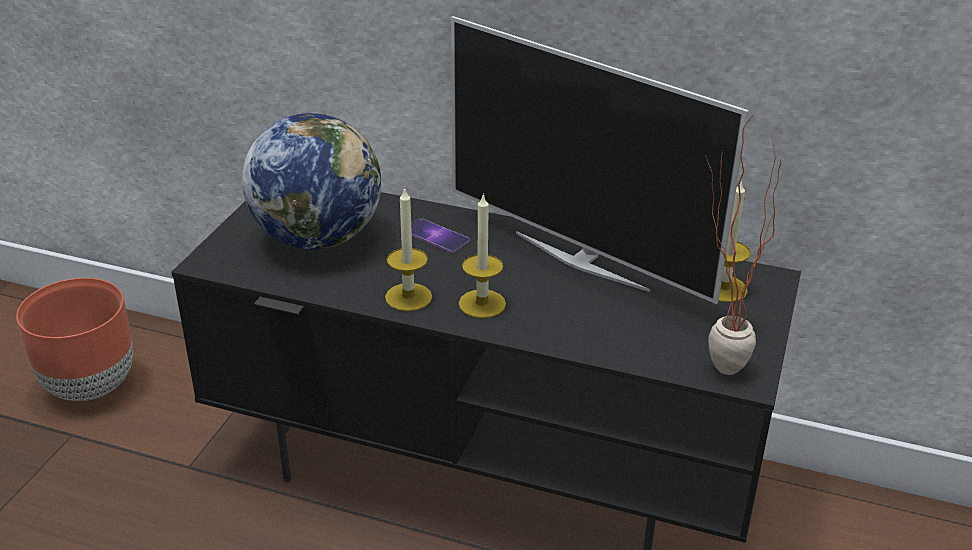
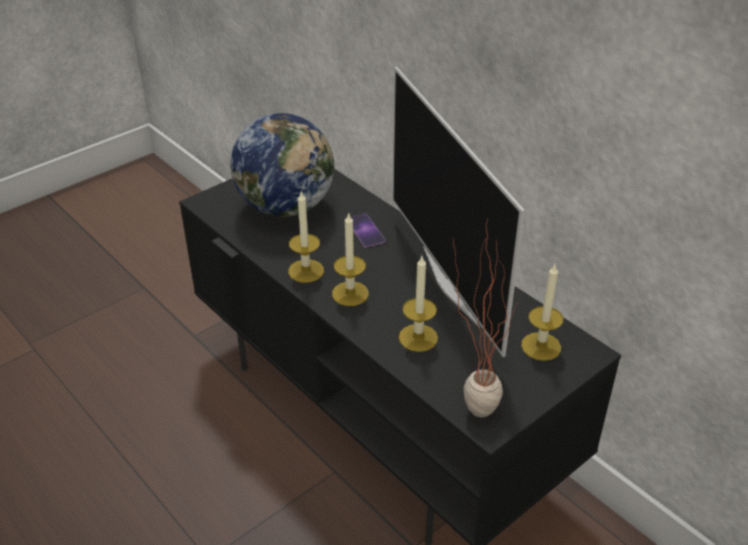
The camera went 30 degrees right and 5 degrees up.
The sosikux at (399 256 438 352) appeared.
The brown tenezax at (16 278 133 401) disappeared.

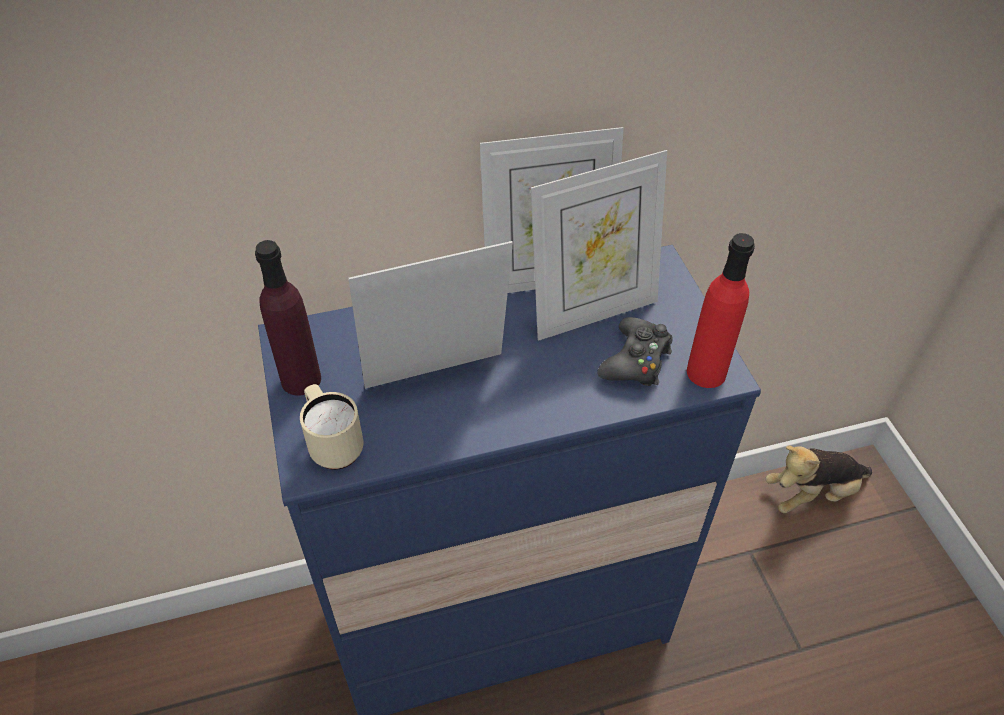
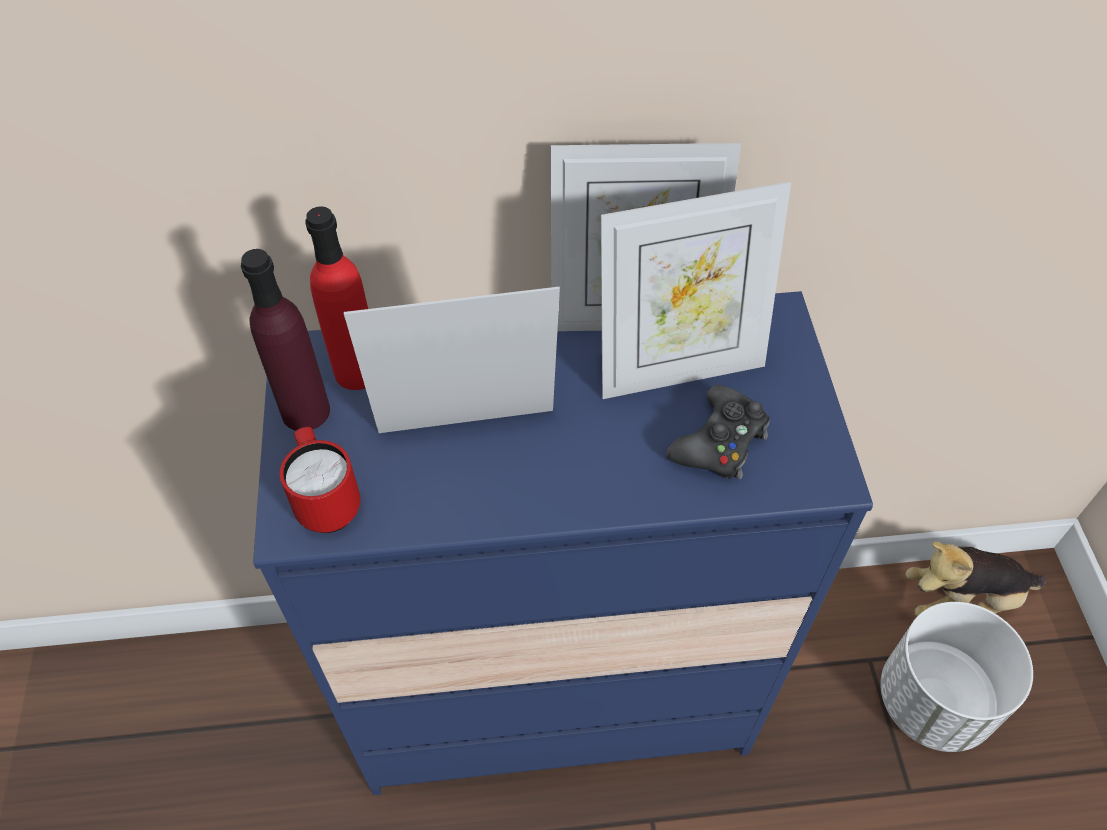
The camera went 10 degrees right and 5 degrees up.
The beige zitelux at (300 384 364 470) became the red zitelux at (279 427 360 533).
The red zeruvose moved from (687 233 755 388) to (305 206 368 390).
The white tenezax at (881 602 1033 752) appeared.

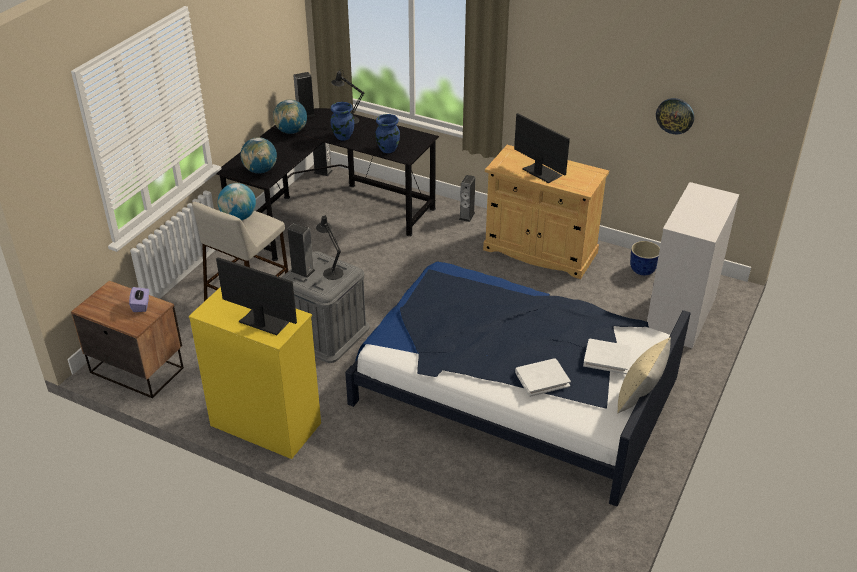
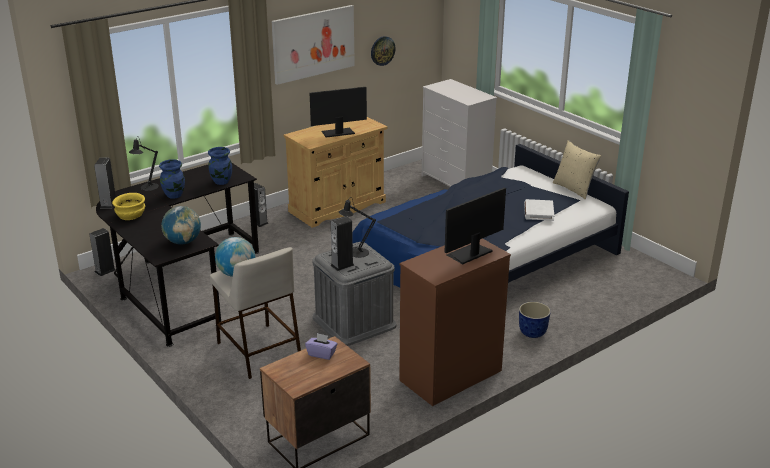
The camera went 65 degrees left and 10 degrees down.
The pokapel at (273 100 307 134) was replaced by the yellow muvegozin at (112 193 146 220).
The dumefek at (272 5 355 85) appeared.
The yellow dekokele at (189 287 321 459) became the brown dekokele at (399 238 511 406).
The tenezax moved from (630 241 660 275) to (519 302 551 338).
The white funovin at (583 339 631 374) disappeared.

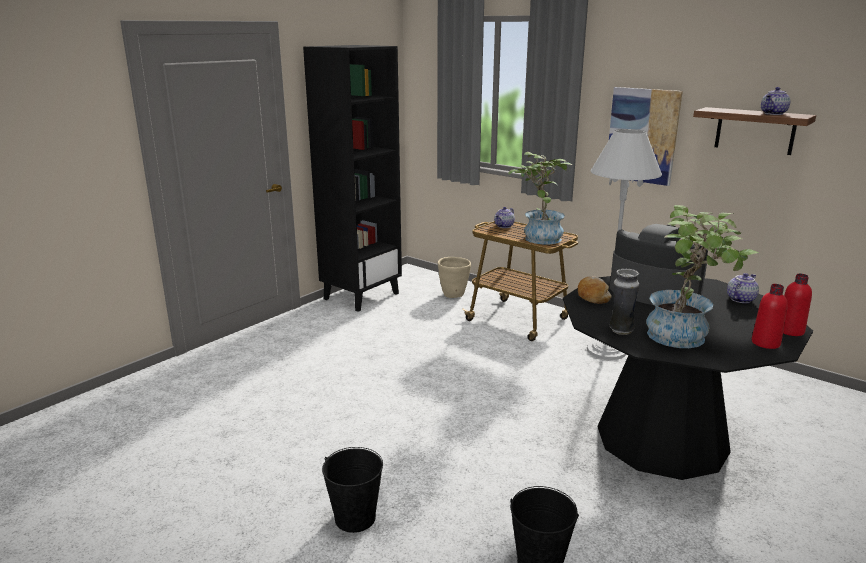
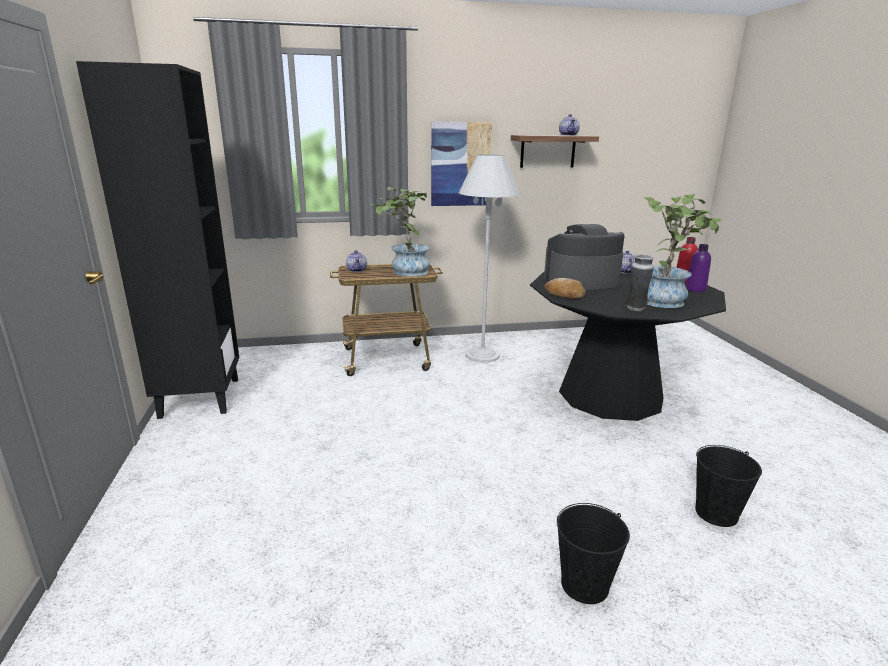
The camera went 50 degrees left and 0 degrees up.
The red zeruvose at (752 284 788 349) became the purple zeruvose at (686 244 711 292).
The beige tenezax at (438 257 471 298) disappeared.

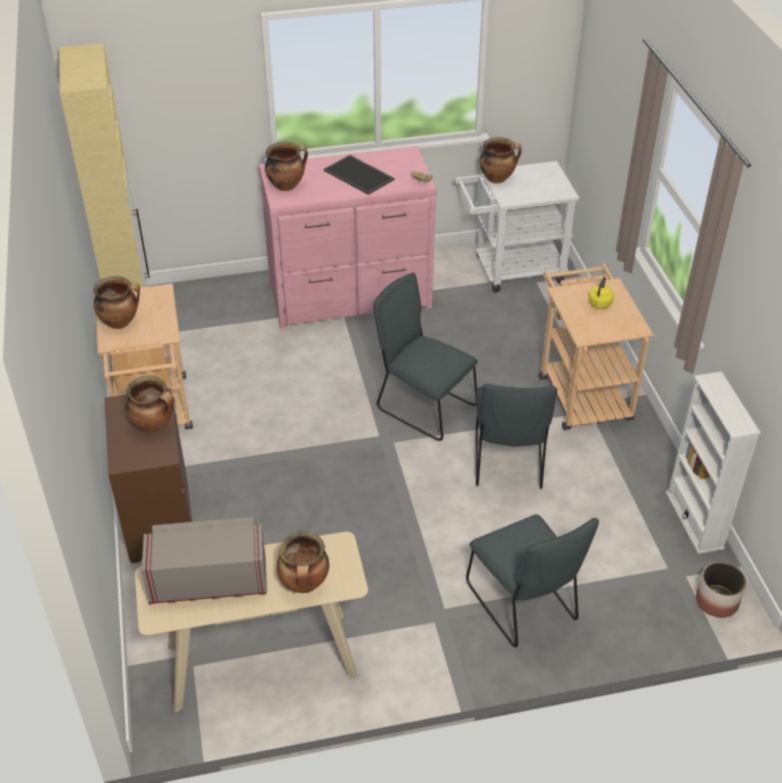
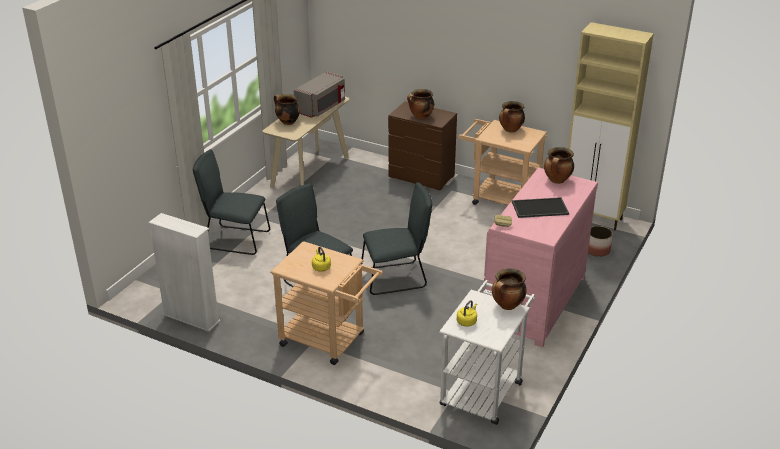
The camera went 130 degrees right and 10 degrees down.
The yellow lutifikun at (457 300 477 327) appeared.
The tenezax moved from (696 562 746 618) to (588 226 613 257).

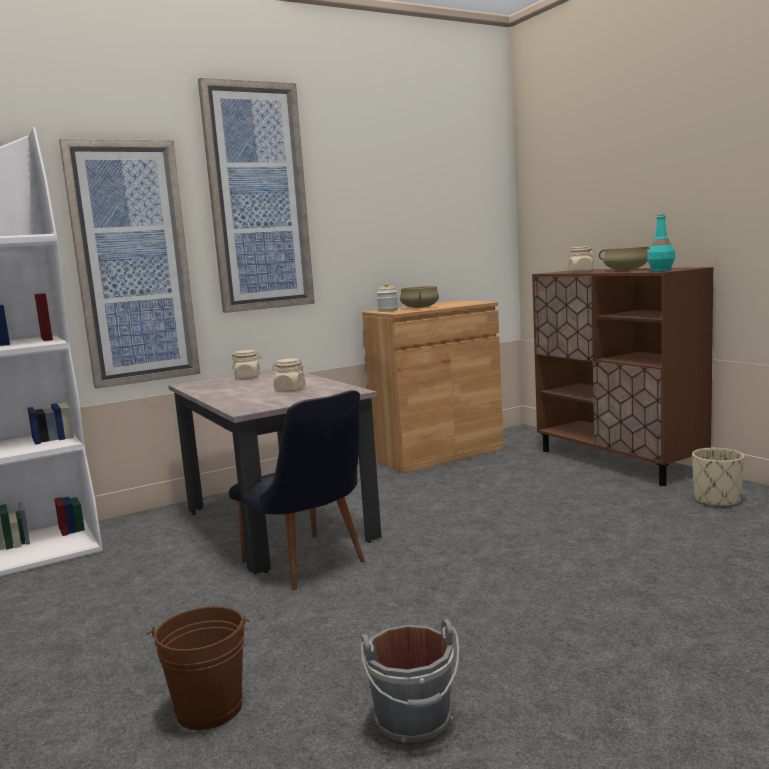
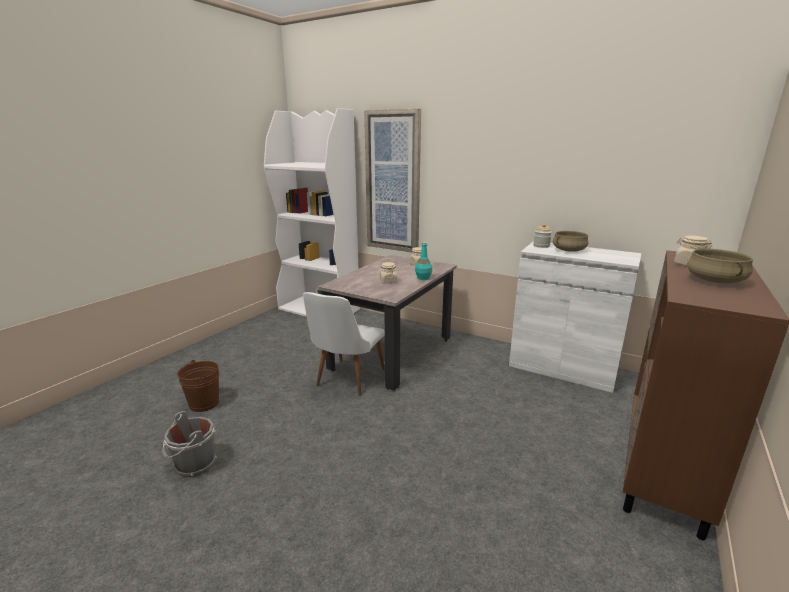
The camera went 60 degrees right and 10 degrees up.
The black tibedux at (229 390 365 590) became the white tibedux at (303 292 385 396).
The turquoise zeruvose moved from (647 214 675 271) to (415 242 432 280).
The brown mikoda at (362 301 504 473) became the white mikoda at (509 241 642 393).
The dumefek at (198 78 315 313) disappeared.
The beige tenezax at (692 448 744 507) disappeared.

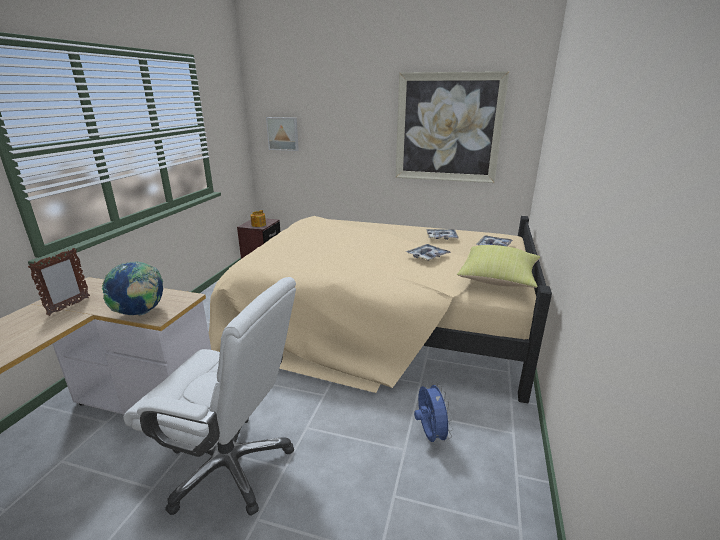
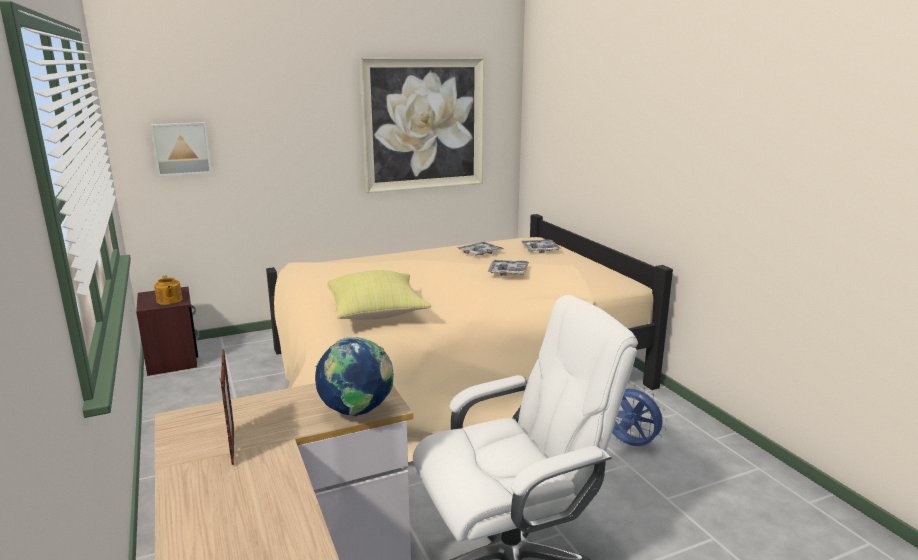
The camera went 40 degrees left and 5 degrees down.
The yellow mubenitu moved from (457 245 540 288) to (327 270 431 320).

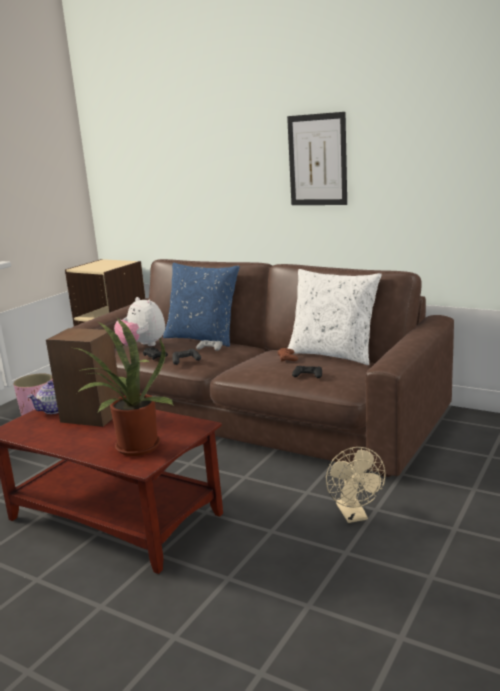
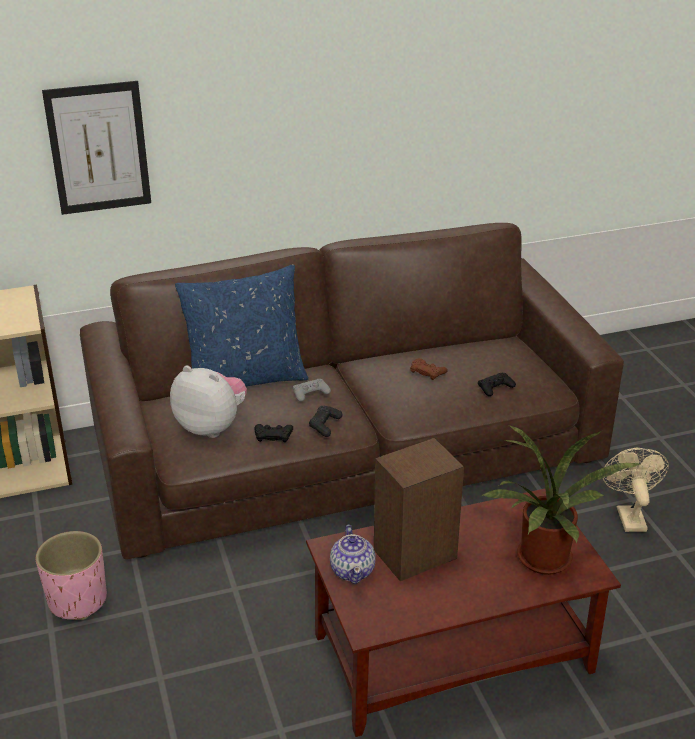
The camera went 50 degrees left and 15 degrees up.
The dumefek moved from (287 112 347 205) to (42 81 151 215).
The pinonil at (114 297 165 346) turned 150 degrees counterclockwise.
The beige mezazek at (326 447 386 523) turned 120 degrees counterclockwise.
The white mubenitu at (287 269 382 365) disappeared.

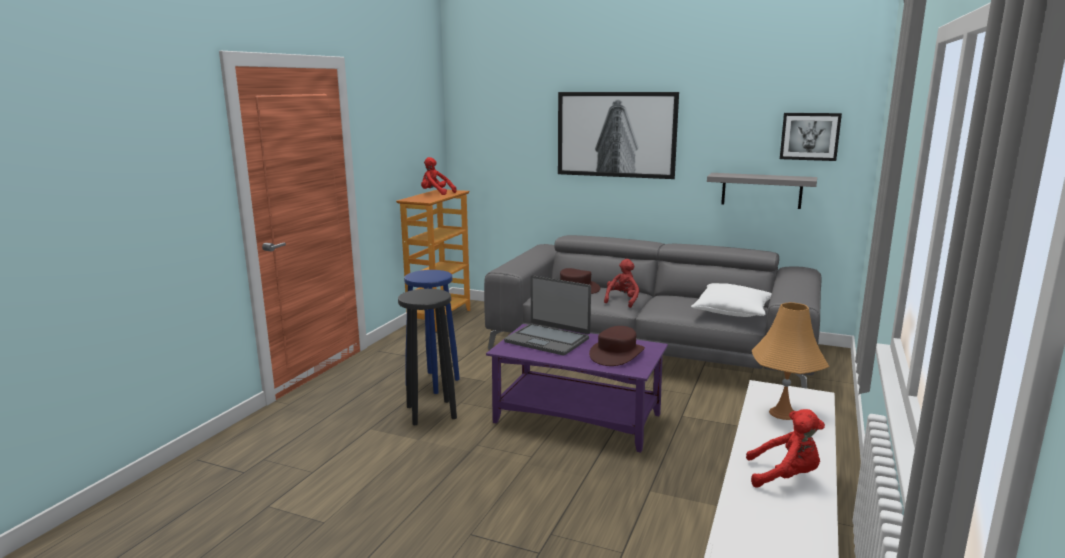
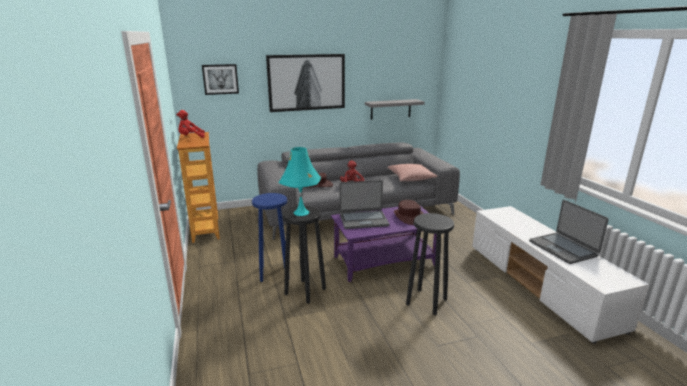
The camera went 40 degrees left and 5 degrees up.
The dumefek moved from (780 113 842 161) to (202 64 239 95).
The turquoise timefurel at (279 147 321 216) appeared.
The white mubenitu at (691 283 772 317) became the pink mubenitu at (387 164 438 181).
The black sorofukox at (406 213 454 315) appeared.
The red pinonil at (746 409 825 488) was replaced by the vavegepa at (529 200 609 264).
The orange timefurel at (752 302 829 420) disappeared.

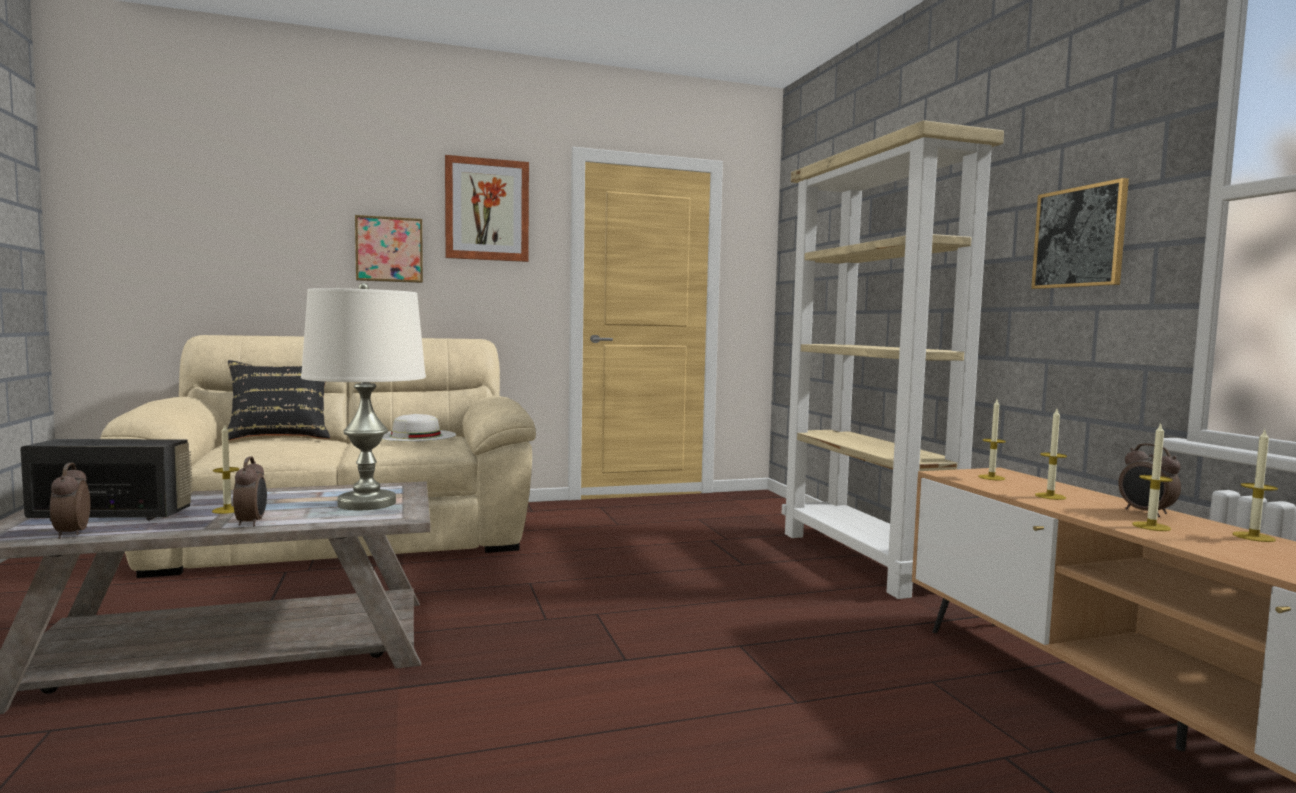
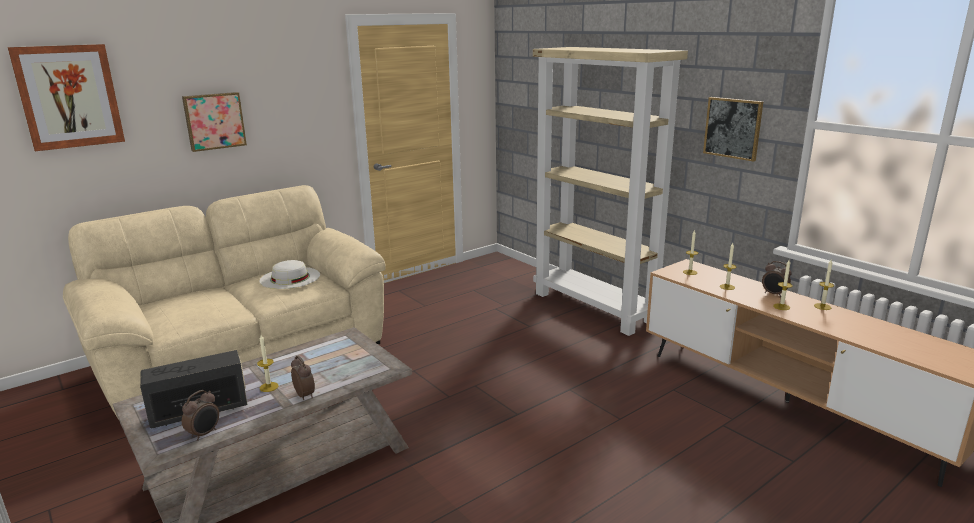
The camera went 20 degrees left and 15 degrees up.
The dumefek moved from (445 155 529 262) to (8 44 125 151).
The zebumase at (50 463 91 539) turned 105 degrees counterclockwise.
The black mubenitu at (228 360 331 440) disappeared.
The white timefurel at (301 283 426 510) disappeared.

